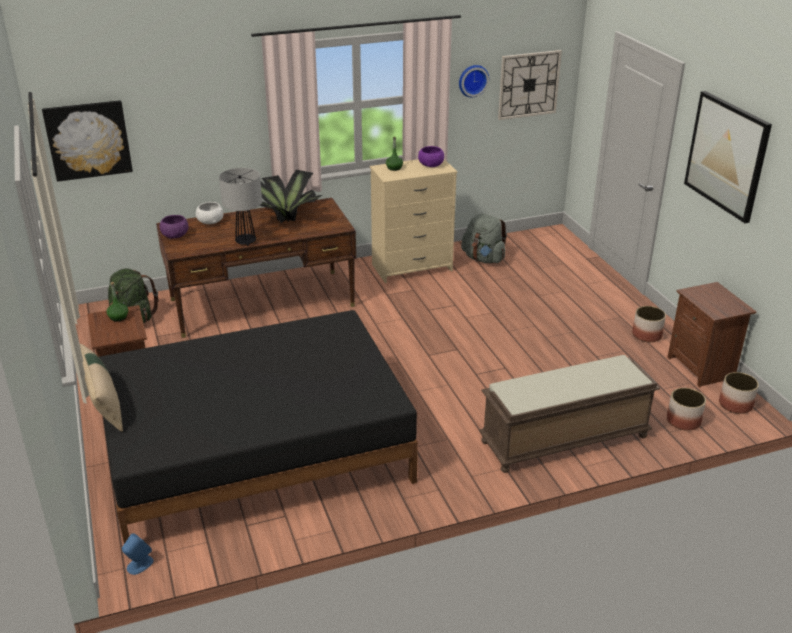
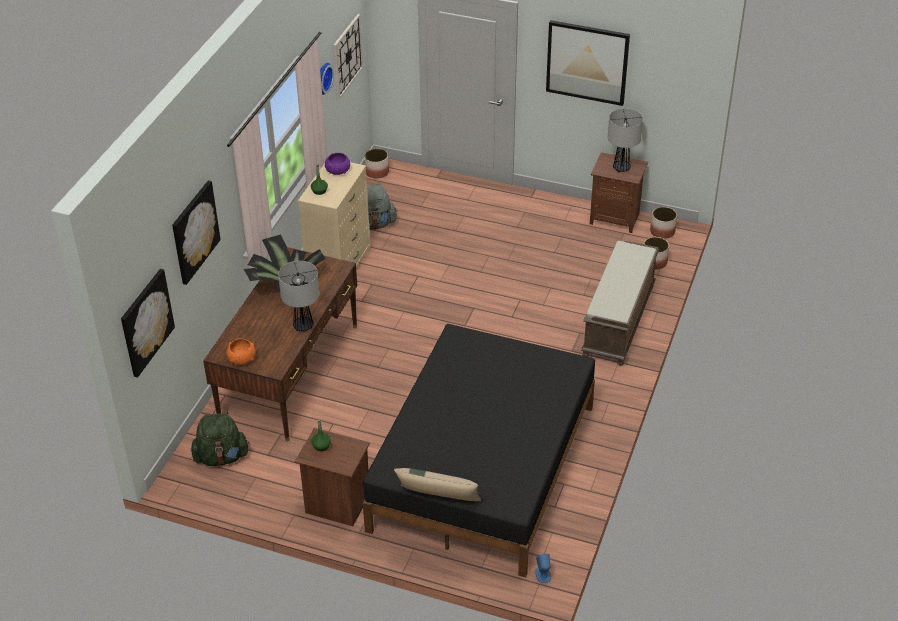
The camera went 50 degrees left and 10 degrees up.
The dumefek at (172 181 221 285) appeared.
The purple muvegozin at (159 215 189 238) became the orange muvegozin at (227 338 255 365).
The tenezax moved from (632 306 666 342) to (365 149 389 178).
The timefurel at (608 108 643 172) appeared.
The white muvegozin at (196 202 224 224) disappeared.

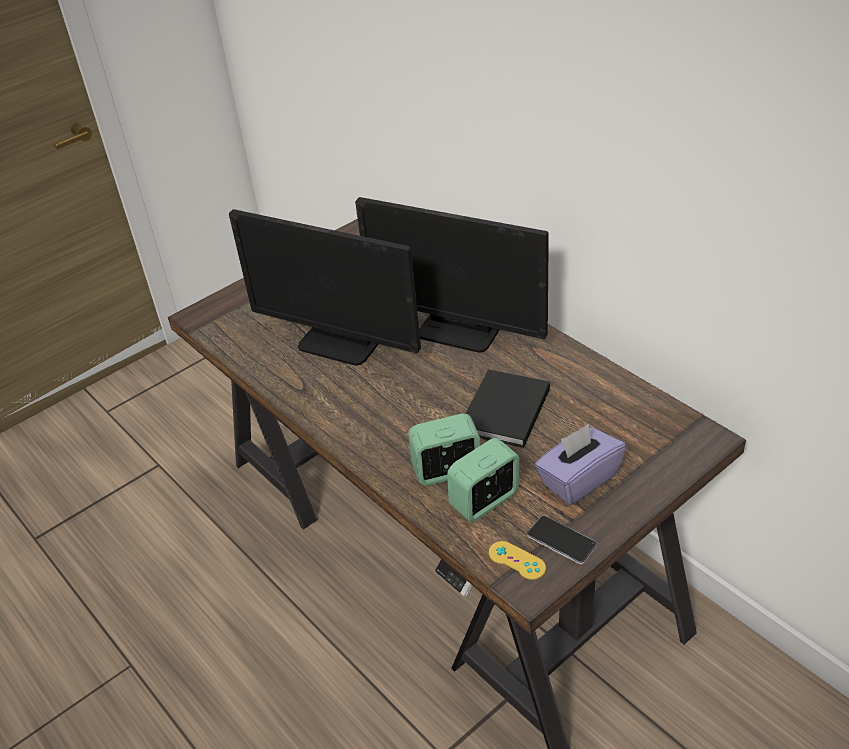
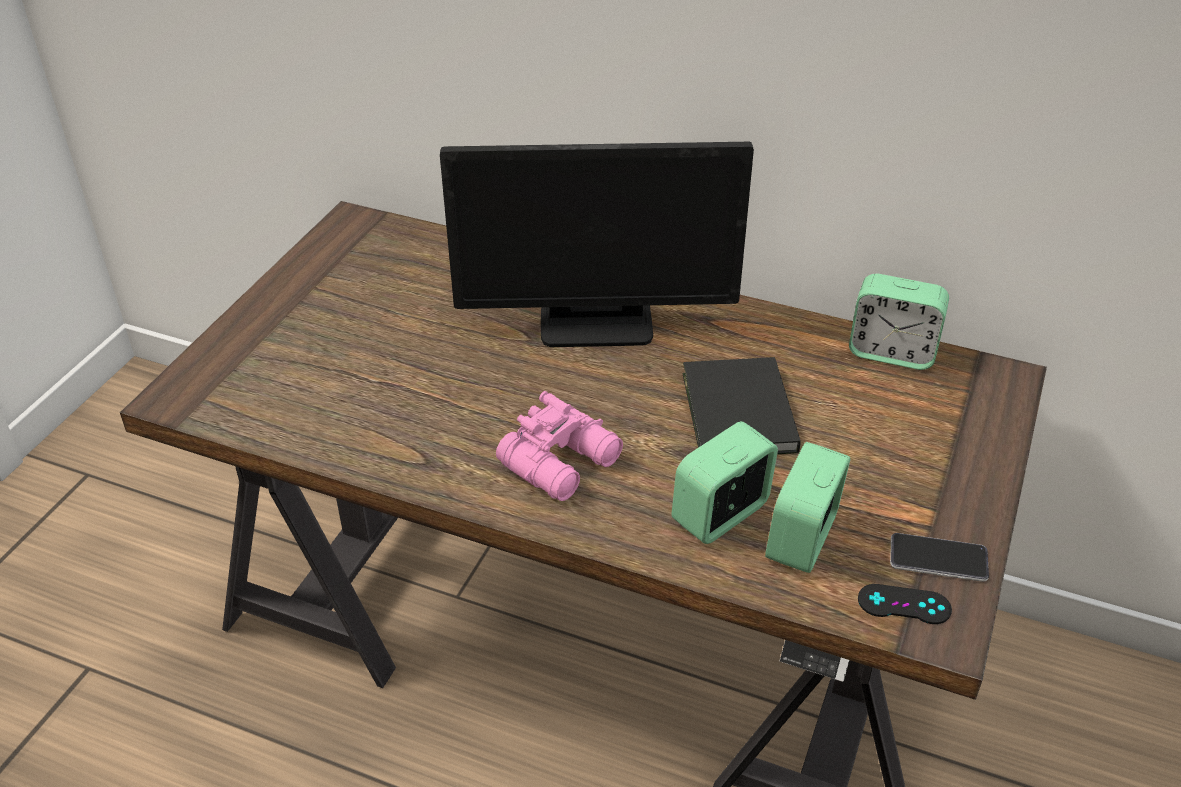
The camera went 30 degrees left and 0 degrees up.
The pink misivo at (496 391 623 501) appeared.
The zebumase at (849 274 949 370) appeared.
The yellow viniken at (489 541 546 580) became the black viniken at (858 584 952 624).
The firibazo at (229 209 421 366) disappeared.
The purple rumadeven at (535 424 626 505) disappeared.

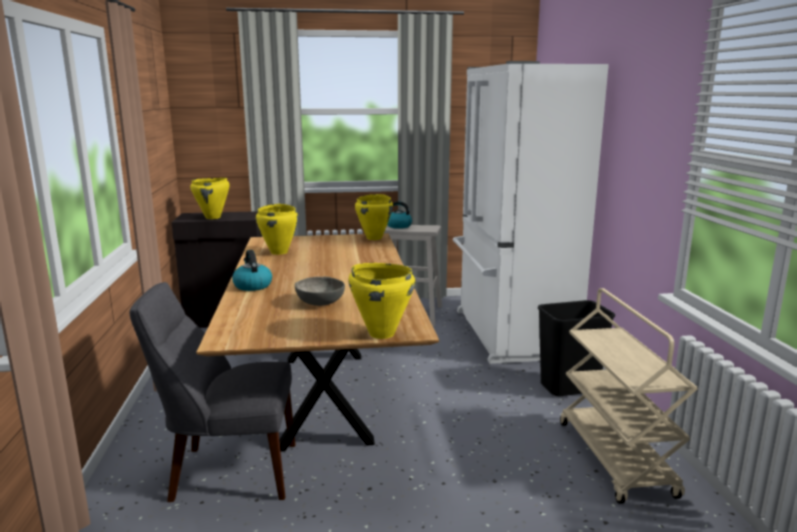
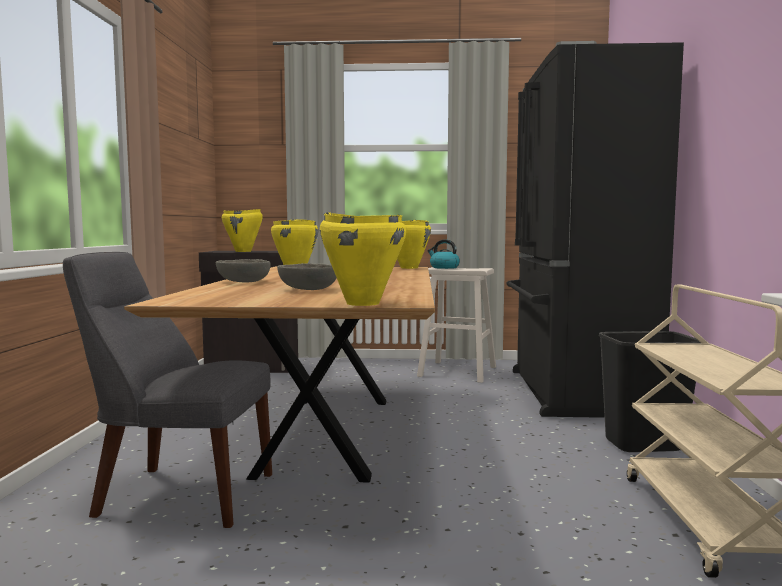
The camera went 10 degrees right and 10 degrees down.
The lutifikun at (232 250 272 291) was replaced by the grey muvegozin at (216 259 271 282).
The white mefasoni at (453 61 609 364) became the black mefasoni at (506 41 684 418).

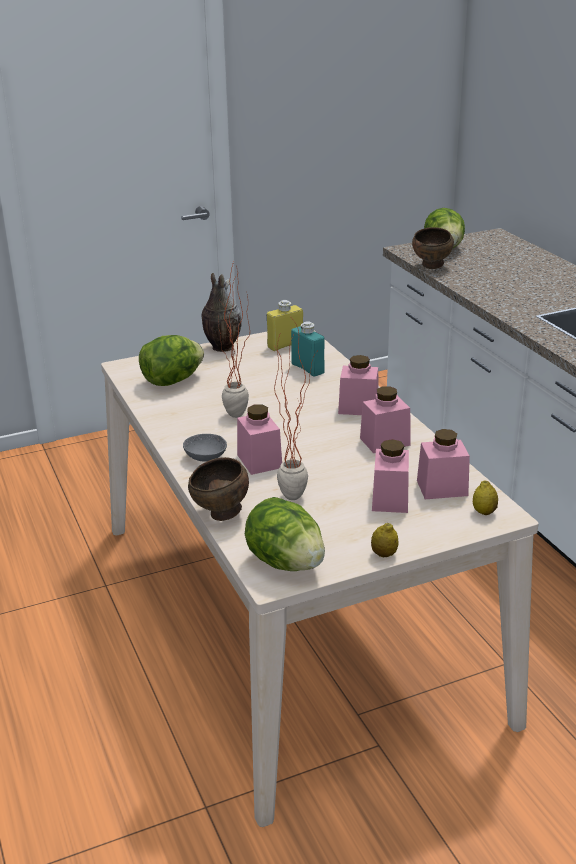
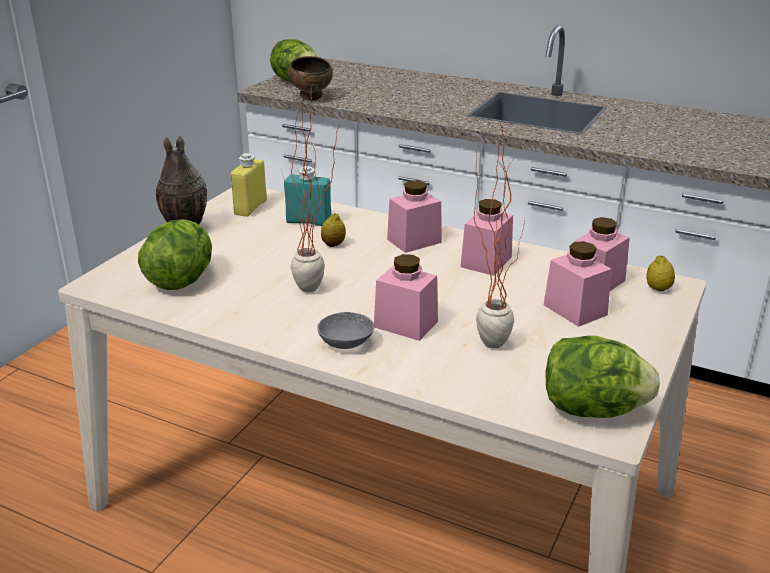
The camera went 40 degrees left and 0 degrees up.
The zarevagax moved from (371 523 399 557) to (321 213 346 247).
The brown muvegozin at (188 457 249 521) disappeared.

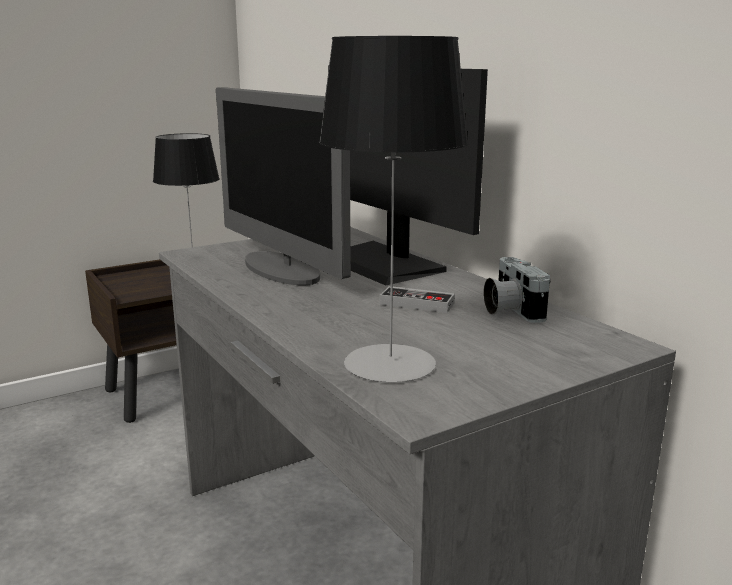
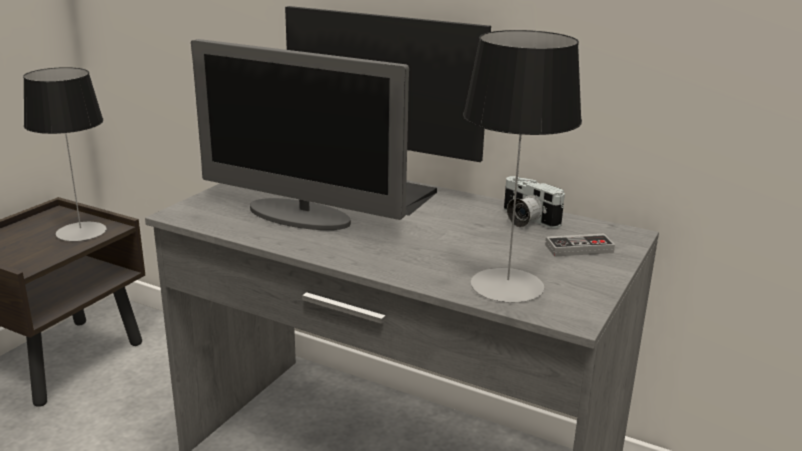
The camera went 30 degrees left and 5 degrees up.
The viniken moved from (379 286 455 313) to (545 234 615 257).

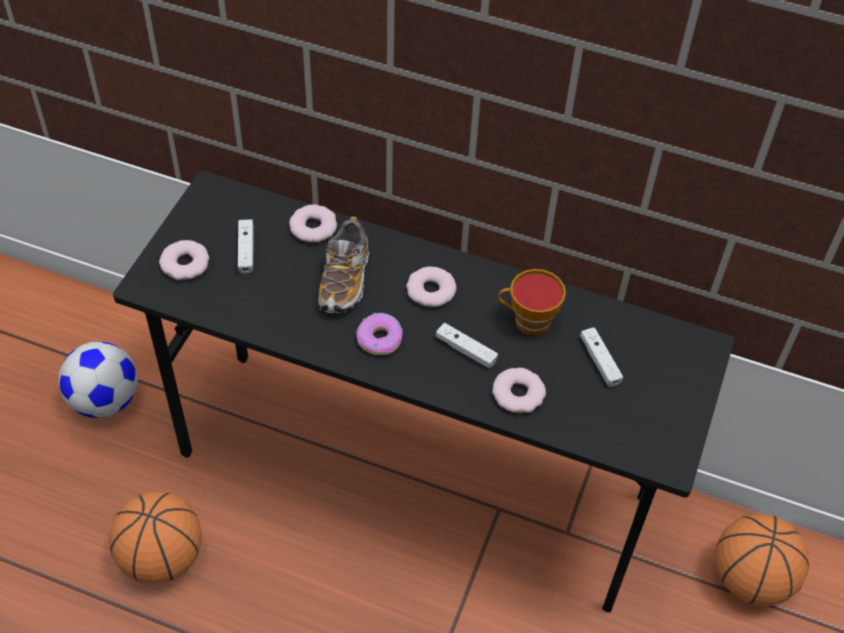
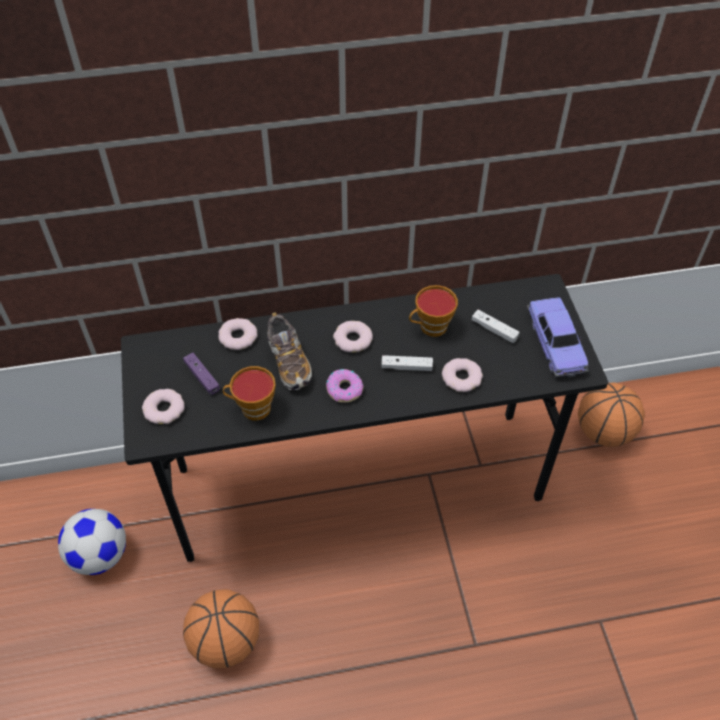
The camera went 30 degrees left and 0 degrees up.
The white viniken at (238 219 254 274) became the purple viniken at (183 353 220 395).
The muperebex at (223 366 276 420) appeared.
The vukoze at (527 297 589 377) appeared.

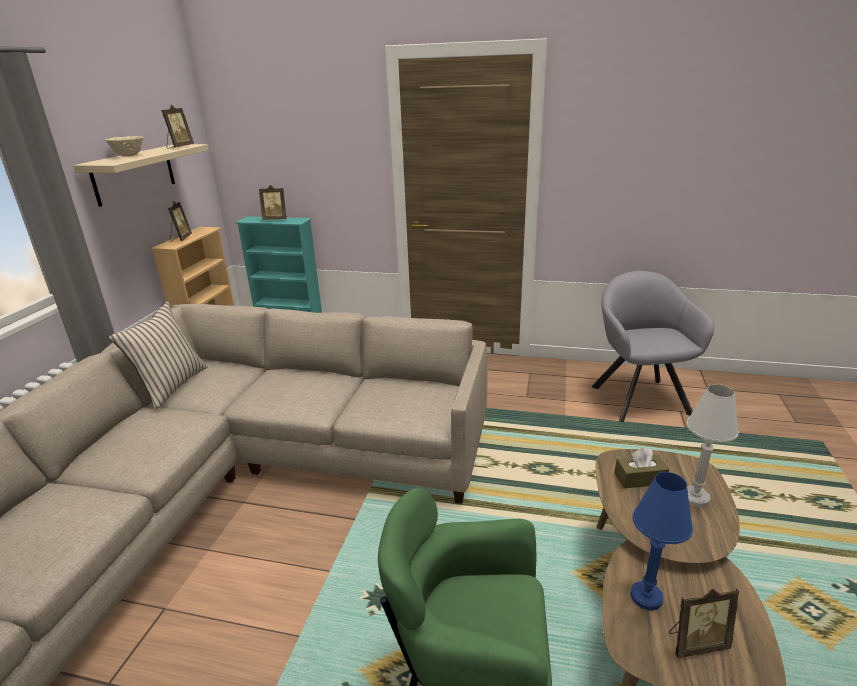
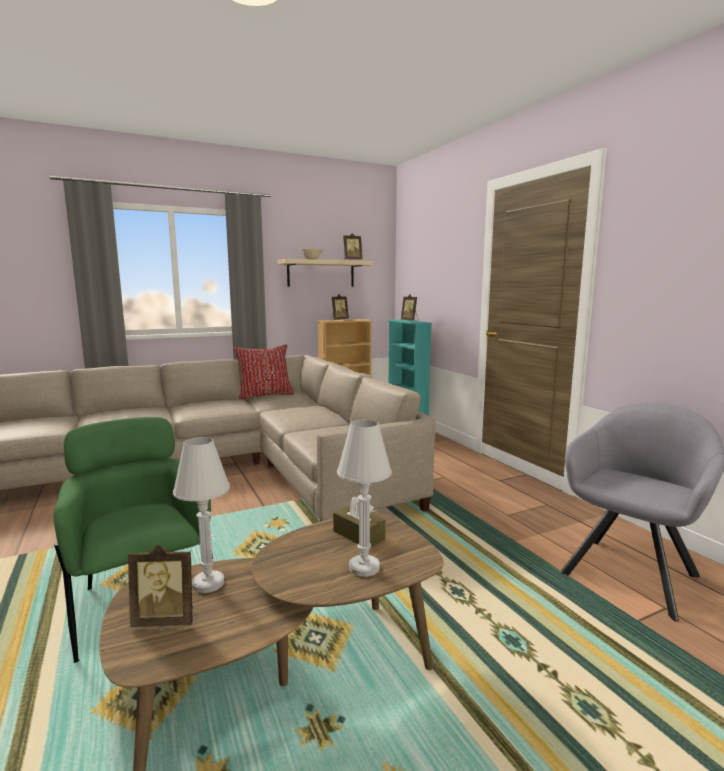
The camera went 50 degrees right and 15 degrees down.
The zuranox at (669 588 739 658) turned 45 degrees counterclockwise.
The blue timefurel at (630 472 693 611) became the white timefurel at (173 437 230 593).
The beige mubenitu at (109 301 208 409) became the red mubenitu at (233 344 294 399).

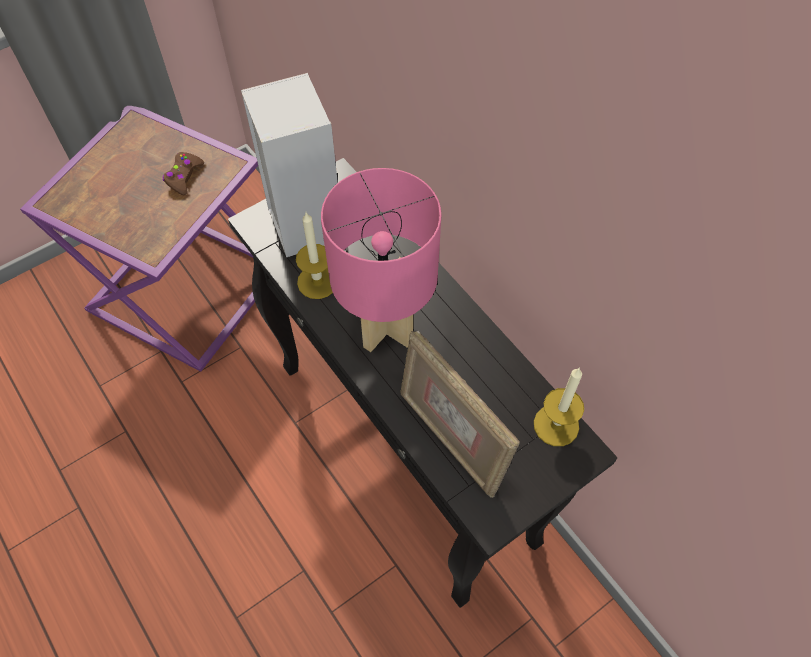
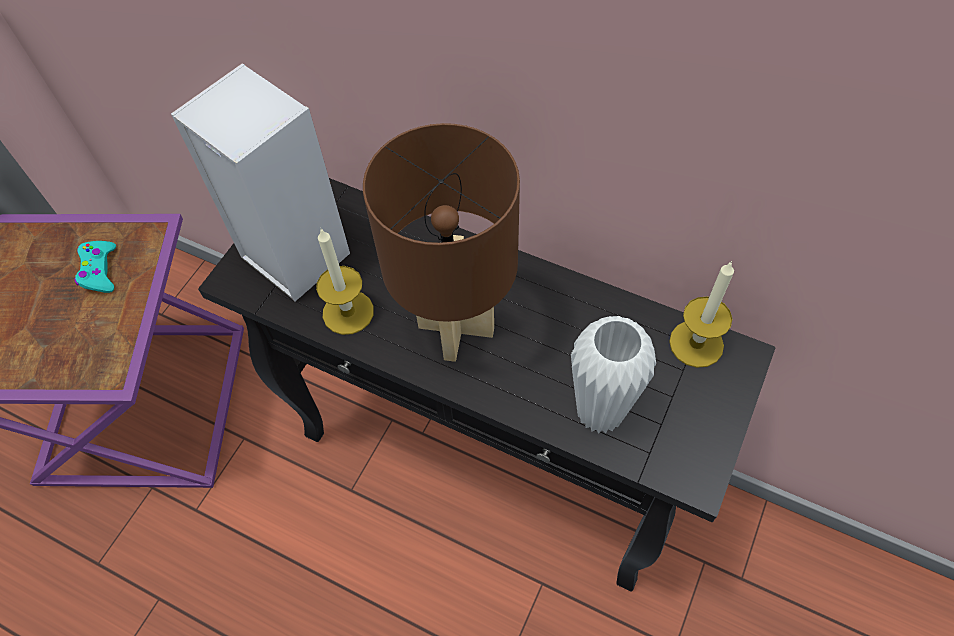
The camera went 25 degrees left and 0 degrees up.
The brown viniken at (163 152 204 195) became the turquoise viniken at (74 241 116 293).
The pink timefurel at (321 168 442 352) became the brown timefurel at (363 123 520 362).
The zuranox at (401 331 520 498) was replaced by the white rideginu at (571 316 656 434).

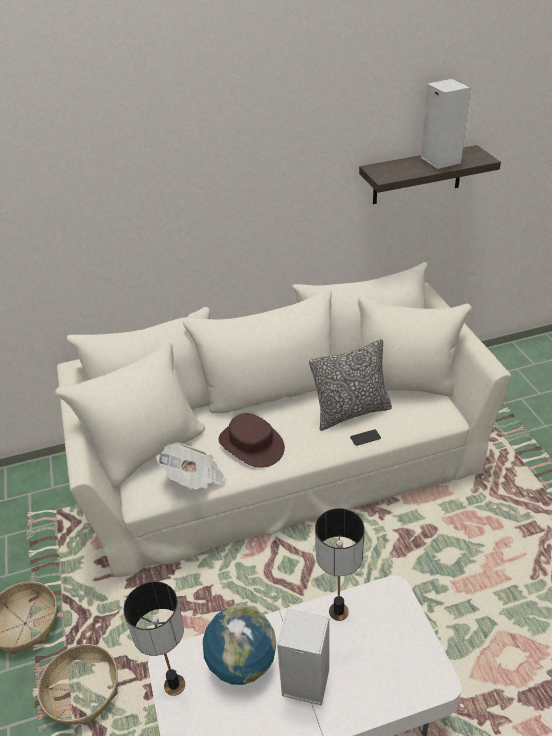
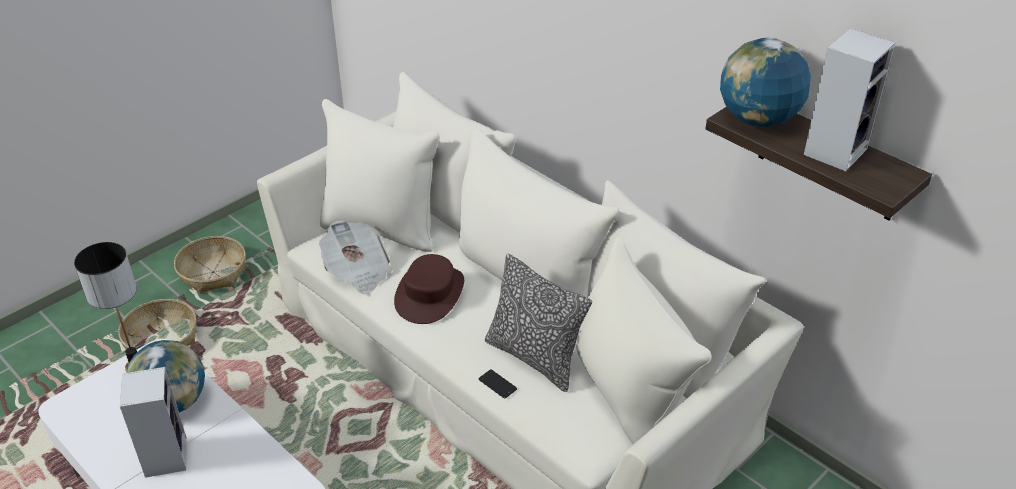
The camera went 60 degrees right and 0 degrees up.
The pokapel at (720 38 811 127) appeared.
The timefurel at (315 508 365 621) disappeared.

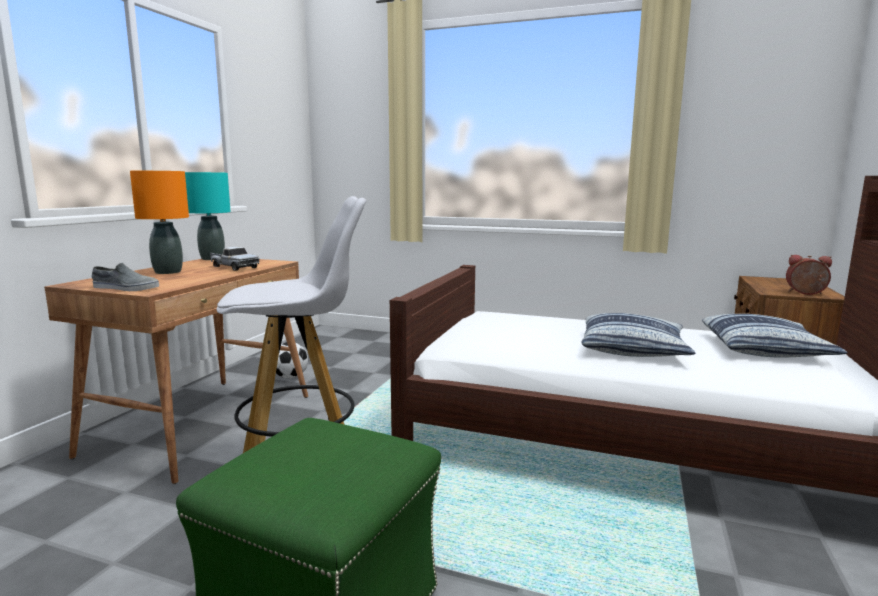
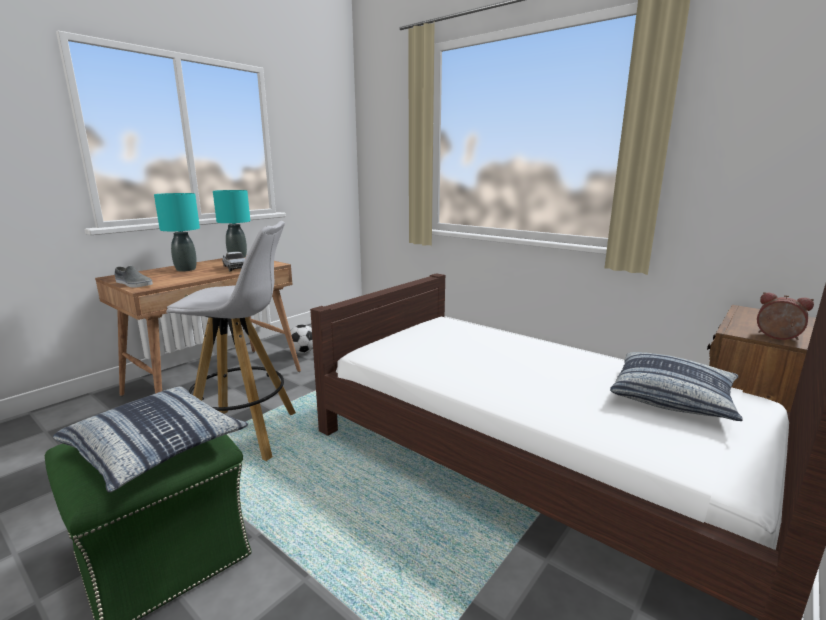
The camera went 20 degrees right and 5 degrees up.
The mubenitu moved from (582 313 696 357) to (53 386 248 493).
The orange timefurel at (130 171 189 274) became the turquoise timefurel at (154 193 200 272).

